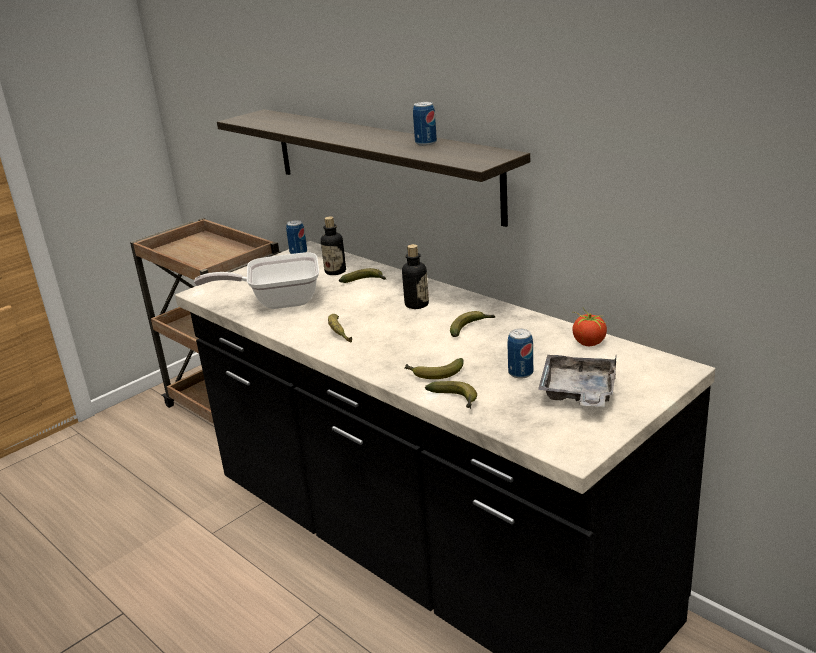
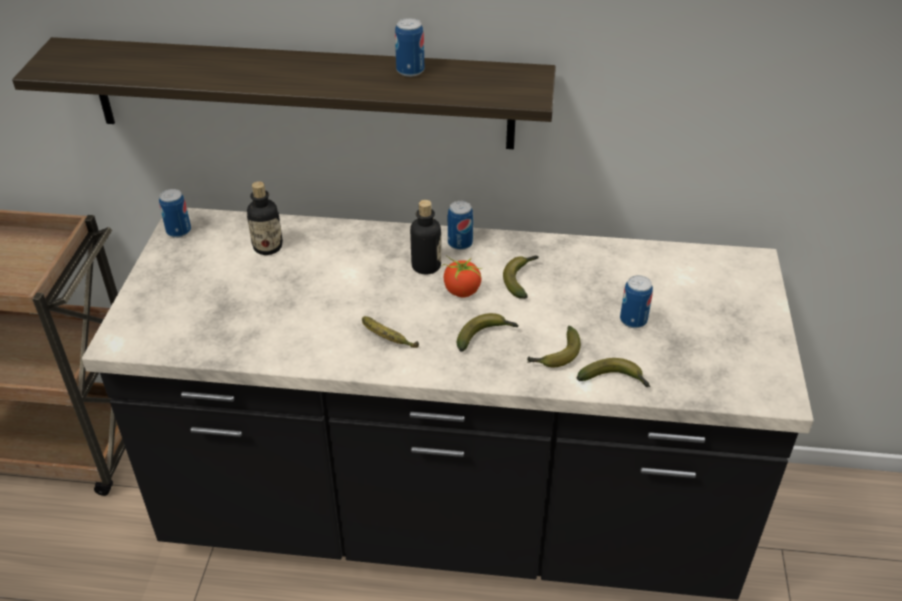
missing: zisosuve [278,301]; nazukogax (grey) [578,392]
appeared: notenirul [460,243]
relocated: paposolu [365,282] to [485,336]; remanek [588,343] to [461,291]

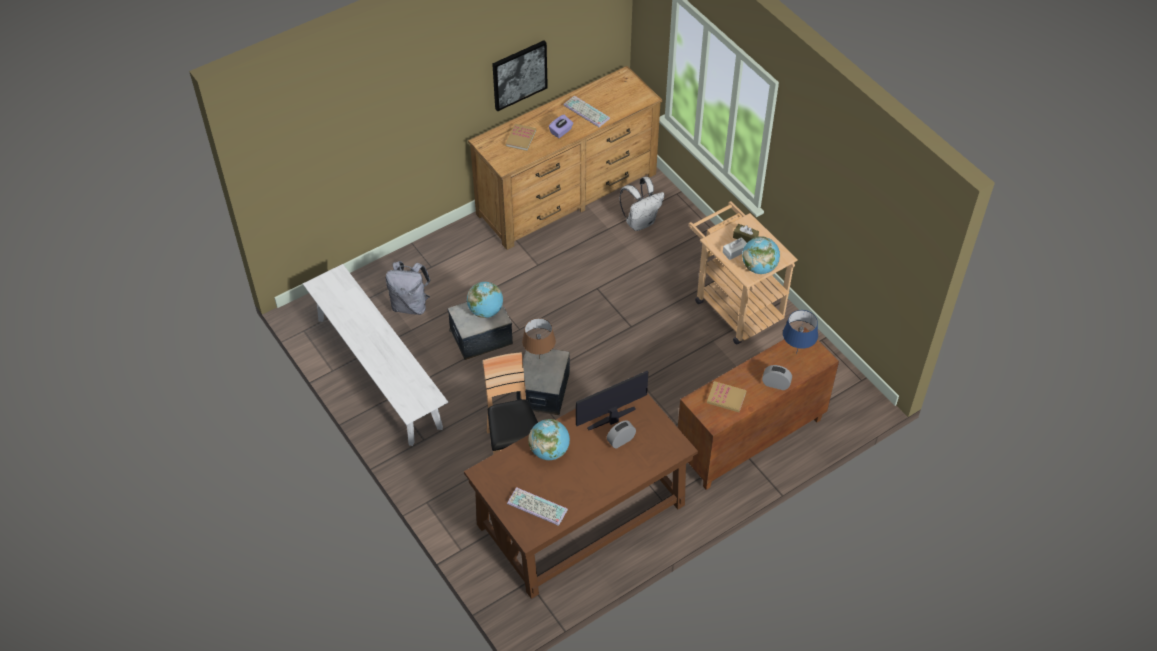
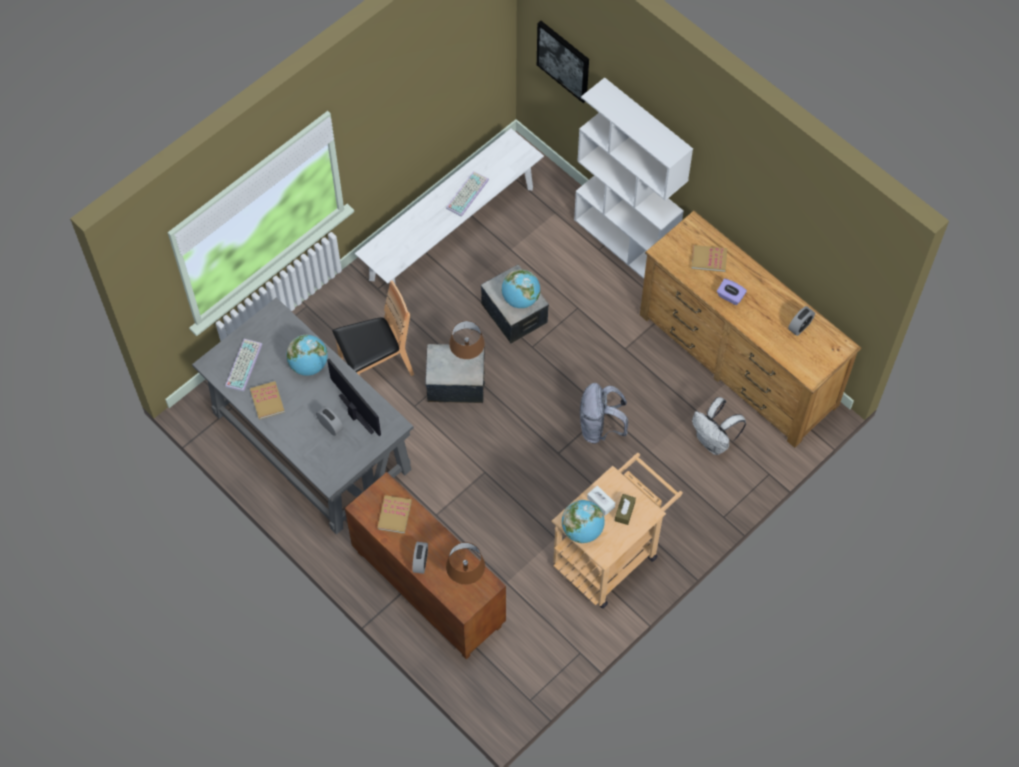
appeared: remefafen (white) [625,244]; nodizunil [800,326]; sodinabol [267,401]
relocated: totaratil [519,74] to [564,60]; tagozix [585,112] to [467,193]; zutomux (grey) [410,305] to [600,428]
colour: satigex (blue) [796,354] to satigex (brown) [465,579]; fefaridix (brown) [581,515] to fefaridix (grey) [311,441]

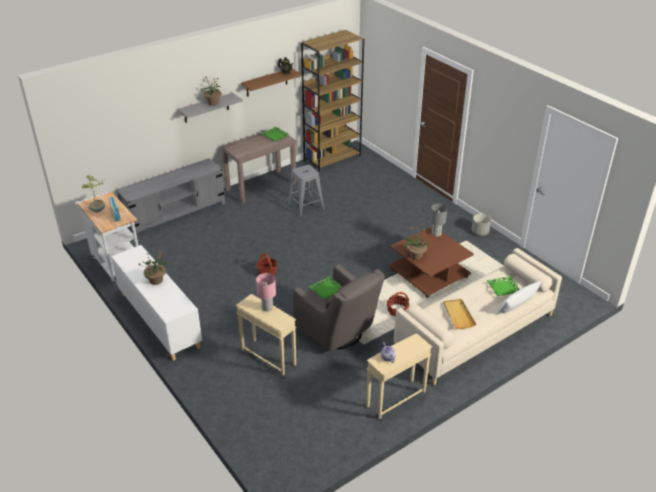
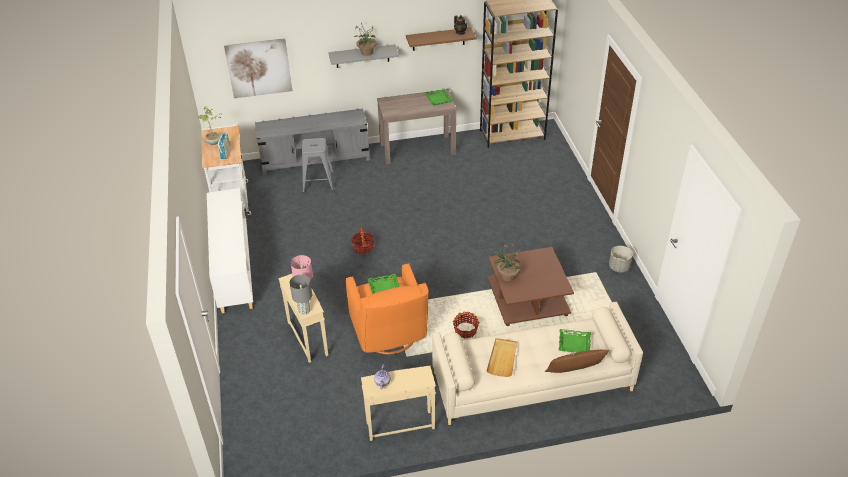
missing: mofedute [156,280]
appeared: totaratil [259,68]
relocated: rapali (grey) [306,206] to [318,182]; satigex (grey) [436,233] to [304,310]
colour: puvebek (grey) [338,333] to puvebek (orange) [389,335]; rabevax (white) [517,306] to rabevax (brown) [575,369]

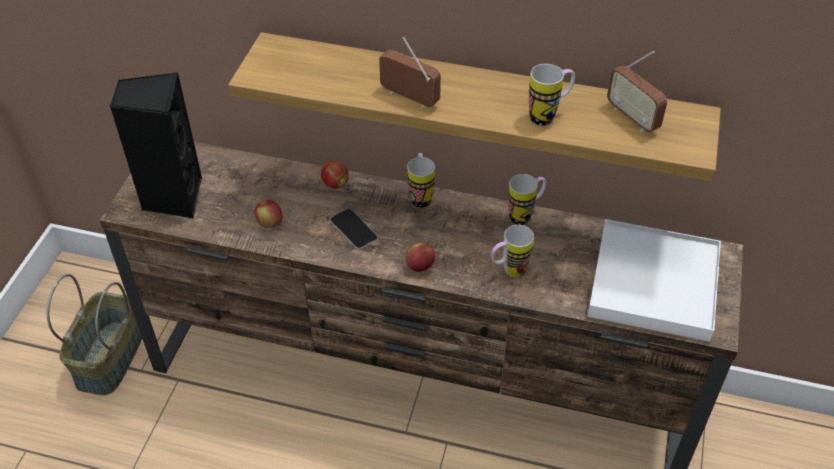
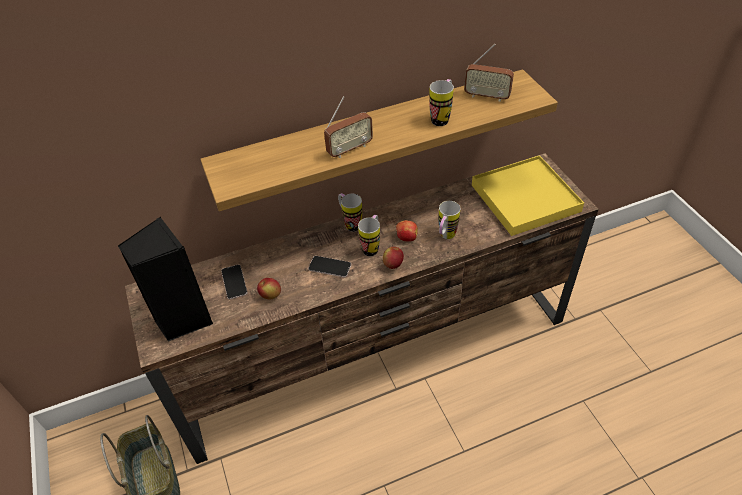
appeared: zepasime [234,282]
relocated: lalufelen [335,183] to [406,238]; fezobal [525,215] to [372,247]
colour: nazukogax (white) [654,284] to nazukogax (yellow) [525,198]
spun: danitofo [409,98] = [349,149] 150 degrees clockwise

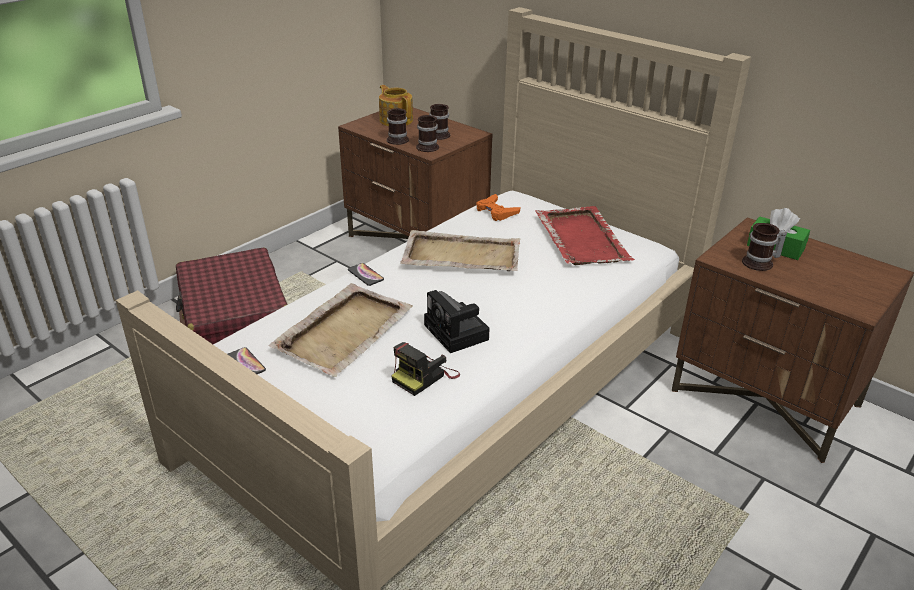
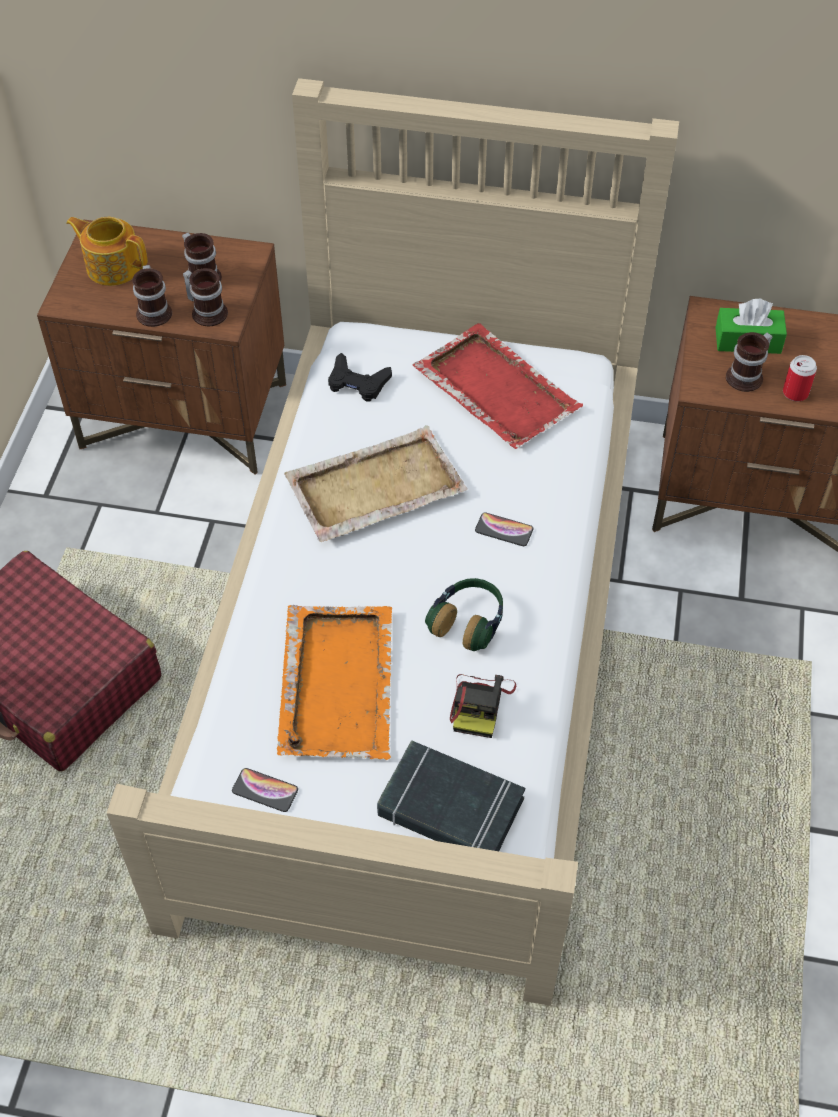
appeared: notenirul [795,393]; sodinabol (black) [450,808]
relocated: zepasime [365,275] to [504,530]
exchanged: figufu [458,334] to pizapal [468,622]
colour: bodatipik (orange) [496,211] to bodatipik (black) [357,383]; nazukogax (beige) [345,331] to nazukogax (orange) [337,682]

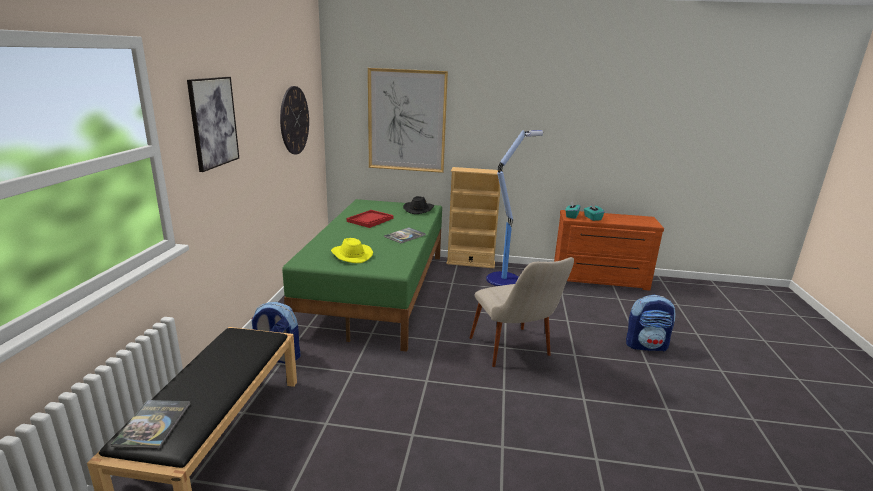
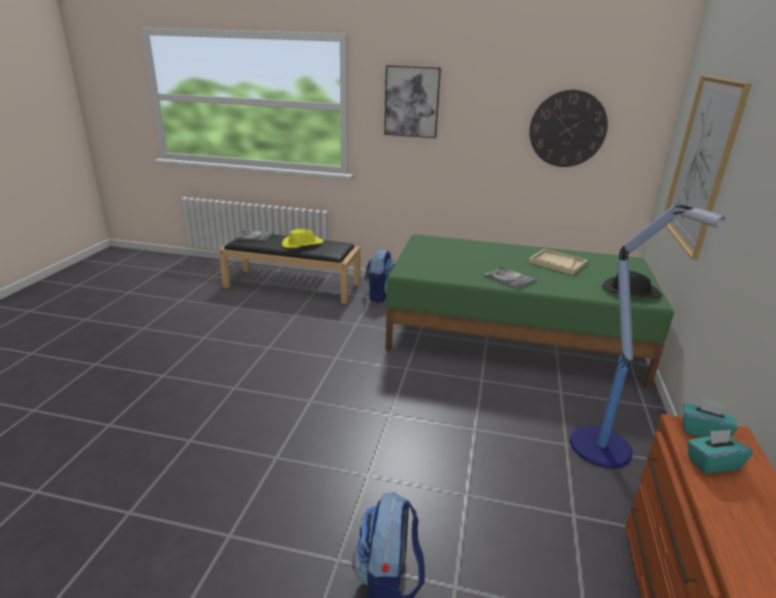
missing: remefafen (beige) [470,263]; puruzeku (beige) [515,353]
relocated: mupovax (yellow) [351,255] to [302,244]
colour: nazukogax (red) [370,220] to nazukogax (beige) [557,263]

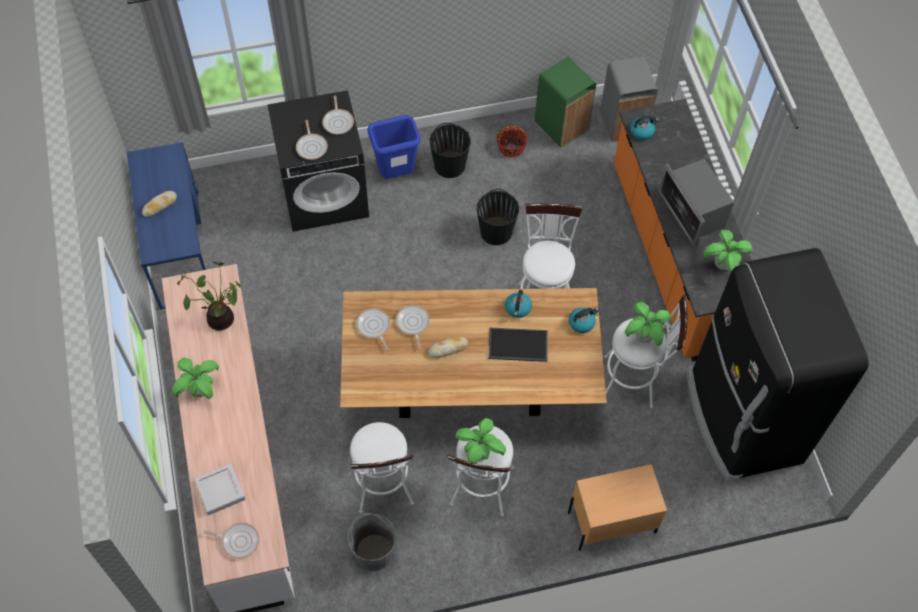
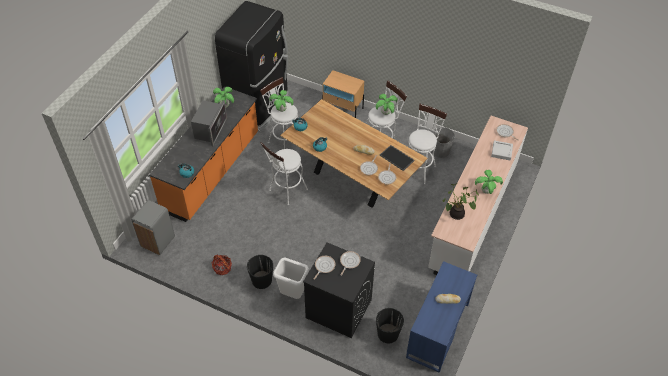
missing: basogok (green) [561,126]
relocated: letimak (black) [496,231] to [387,334]; nazukogax [517,345] to [397,158]
colour: basogok (blue) [396,174] to basogok (white) [292,294]

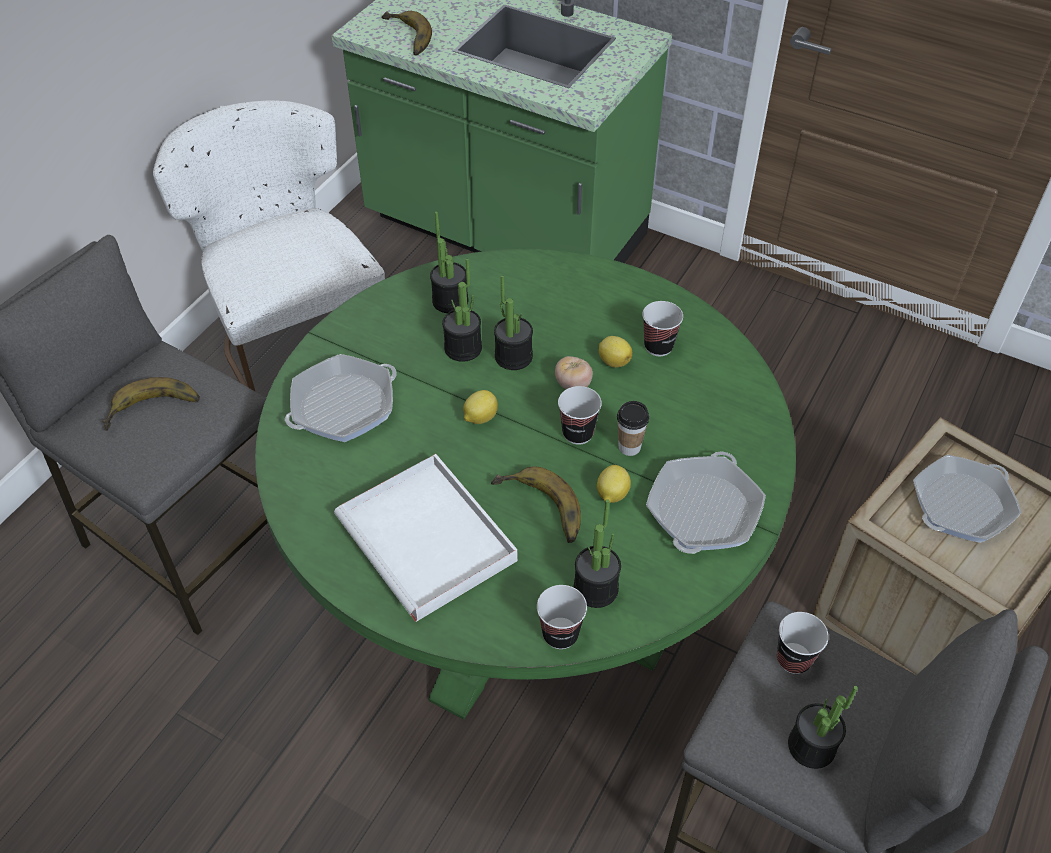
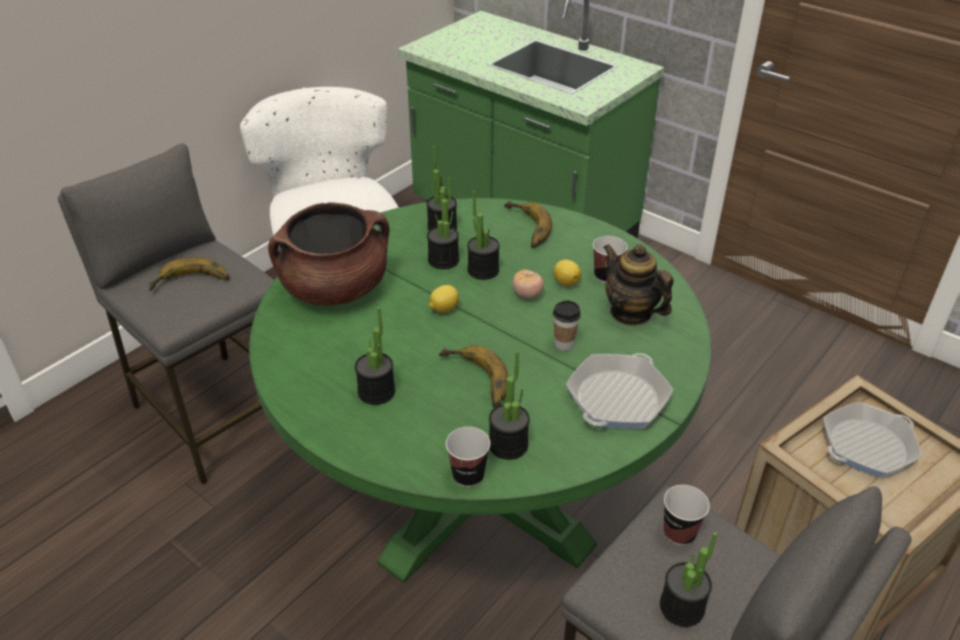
missing: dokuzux [578,433]; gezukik [611,494]
appeared: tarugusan [631,313]
relocated: paposolu [405,38] to [524,228]
exchanged: zisosuve [343,405] to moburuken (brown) [335,288]; nazukogax (white) [429,541] to mofedute [376,392]

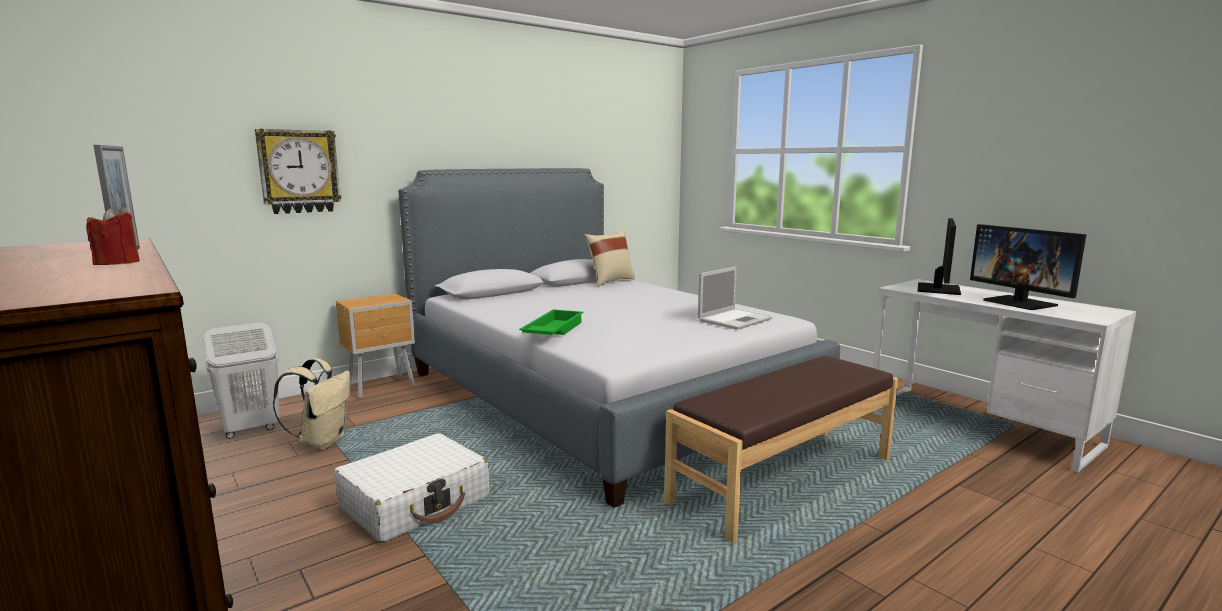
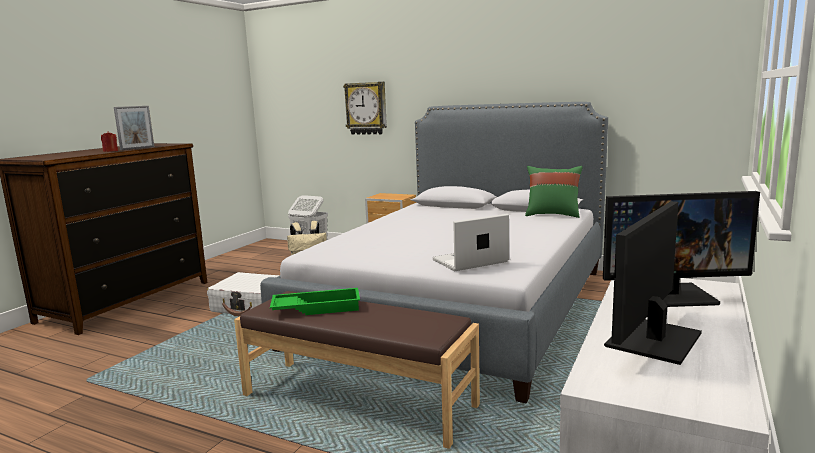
relocated: nazukogax (green) [552,330] to [317,307]
colour: rabevax (beige) [610,281] to rabevax (green) [552,215]
spun: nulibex [735,319] = [469,261] 135 degrees clockwise

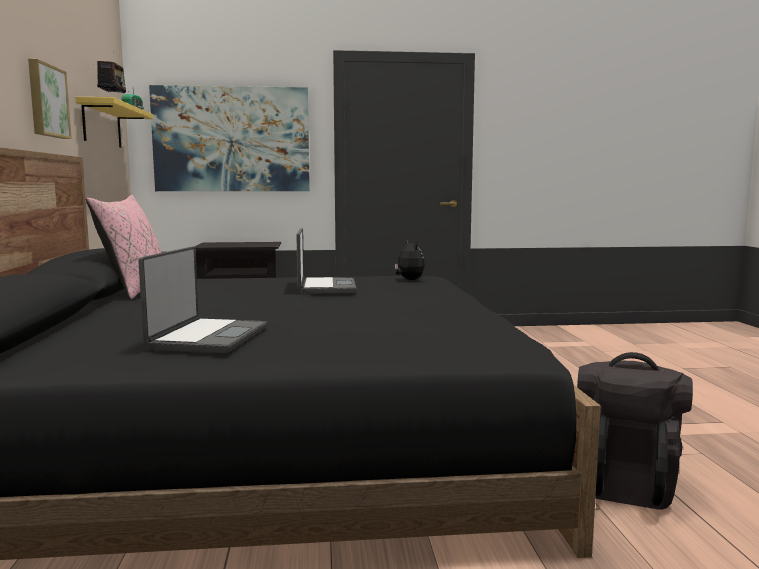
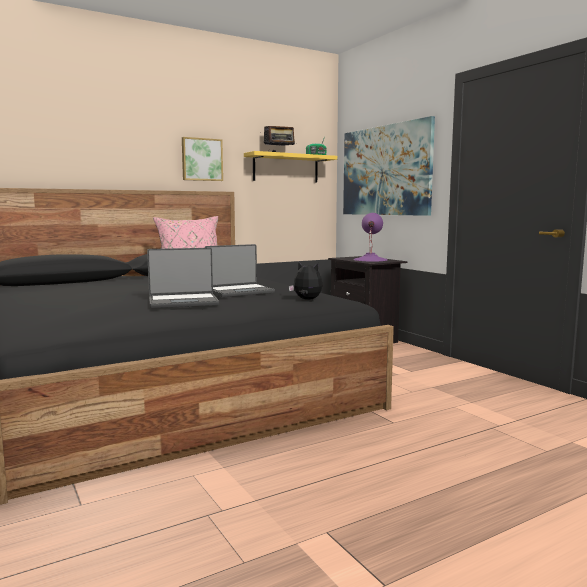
missing: zutomux (black) [626,482]
appeared: satigex (purple) [370,259]
relocated: nulibex [207,337] to [183,302]
spun: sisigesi [409,280] = [307,300] 105 degrees counterclockwise

